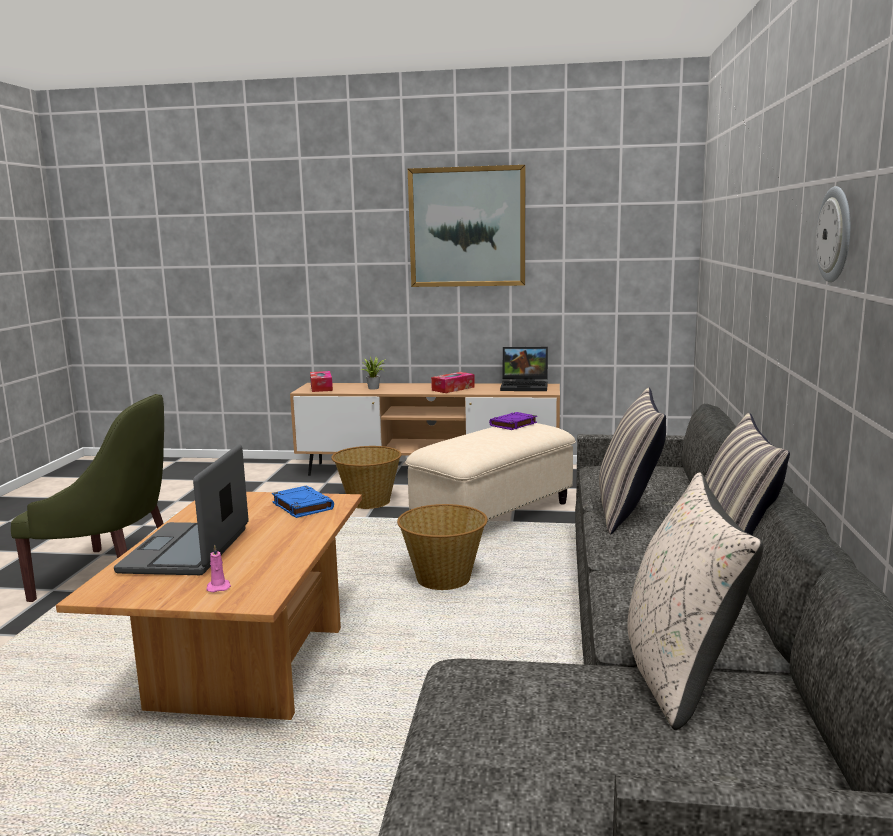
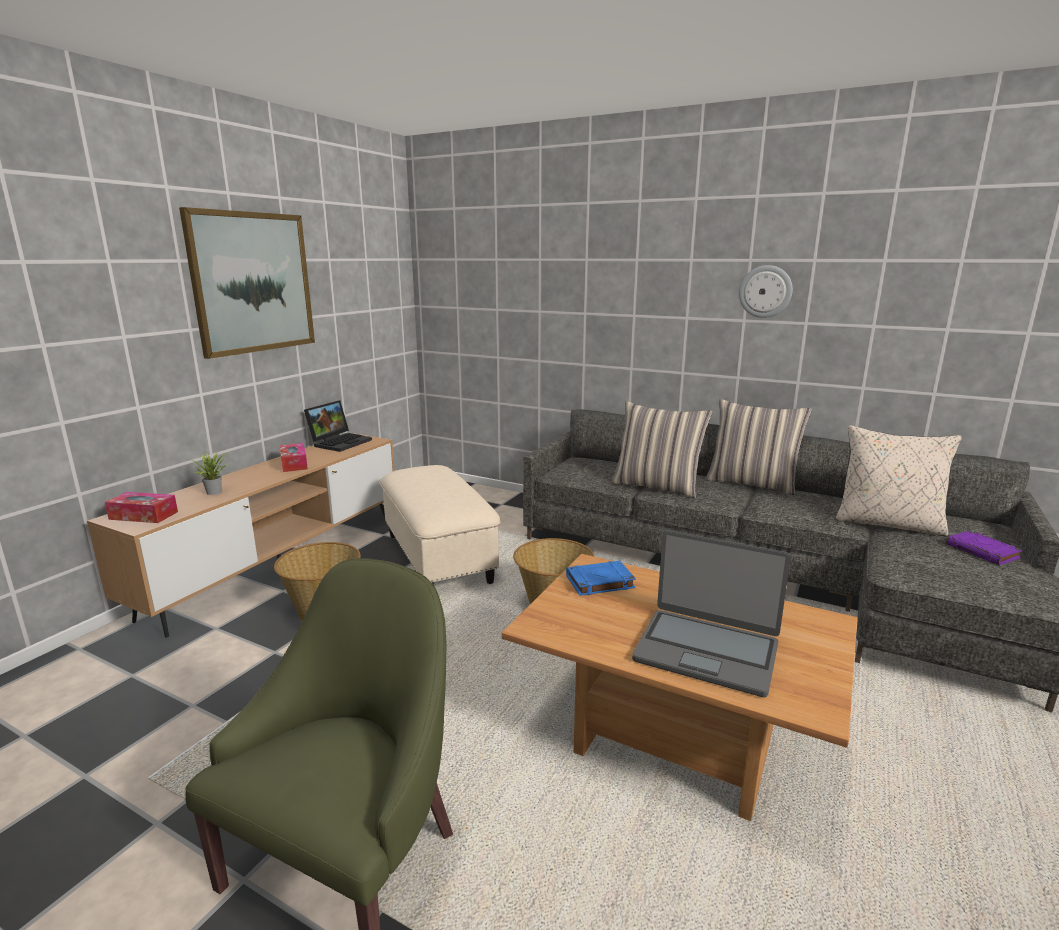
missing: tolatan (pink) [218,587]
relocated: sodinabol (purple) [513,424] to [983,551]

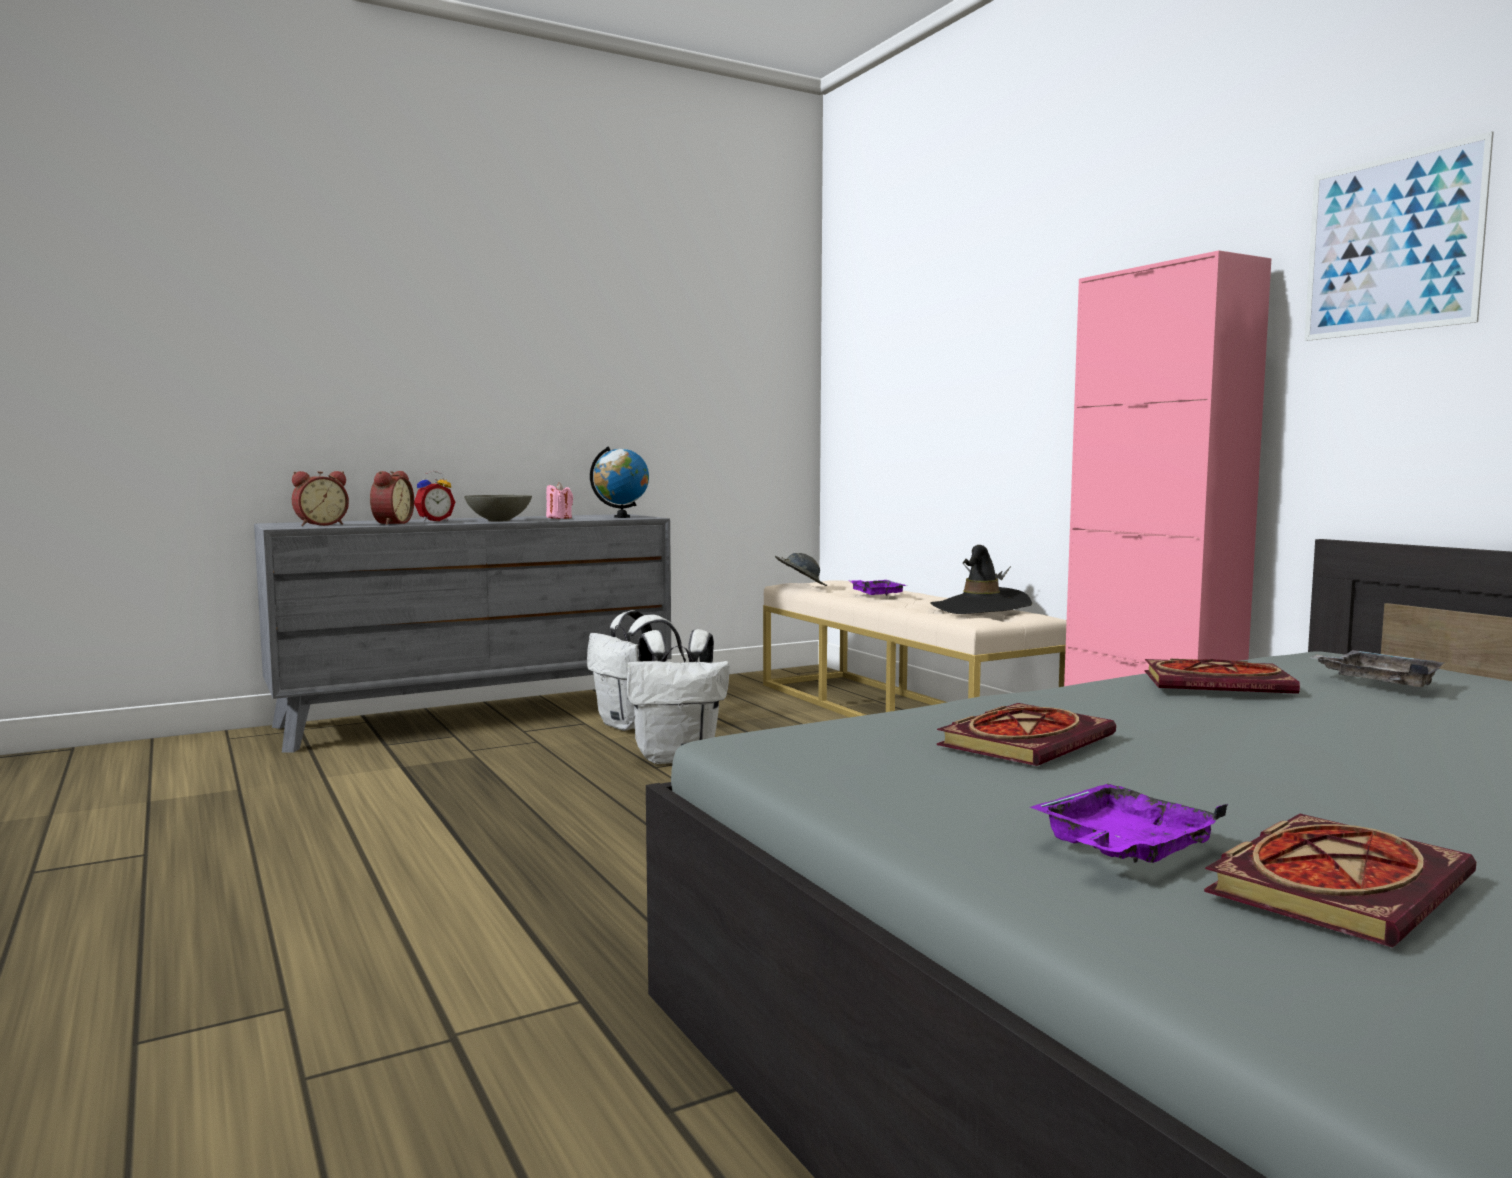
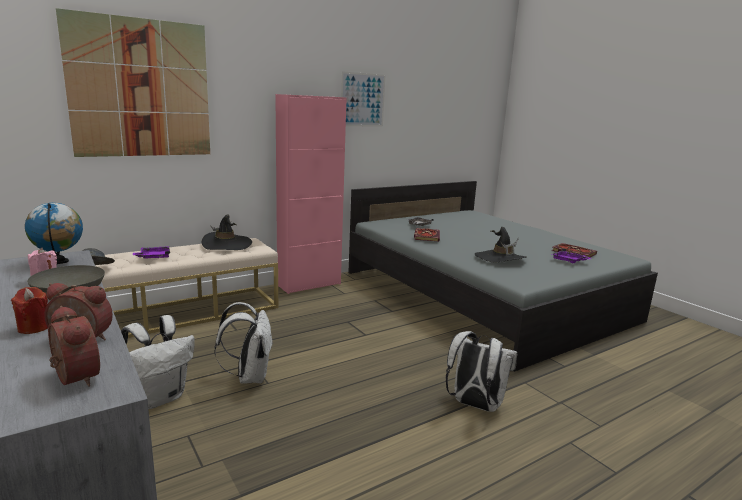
appeared: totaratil [141,89]; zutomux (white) [474,405]
exchanged: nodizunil [433,521] to tolatan (red) [34,327]; sodinabol [1025,740] to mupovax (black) [500,259]

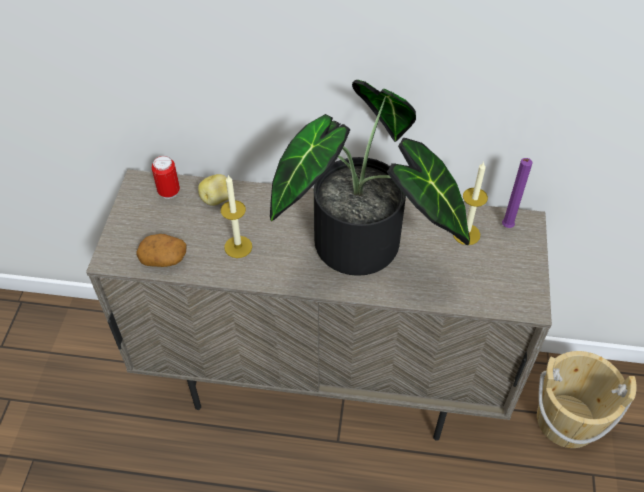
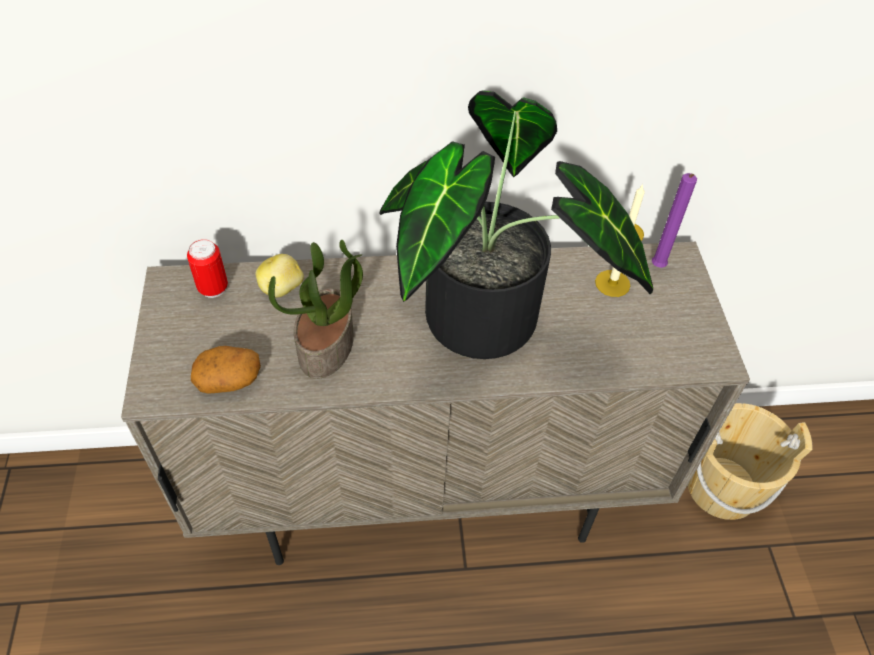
exchanged: tolatan [238,247] to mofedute [327,346]

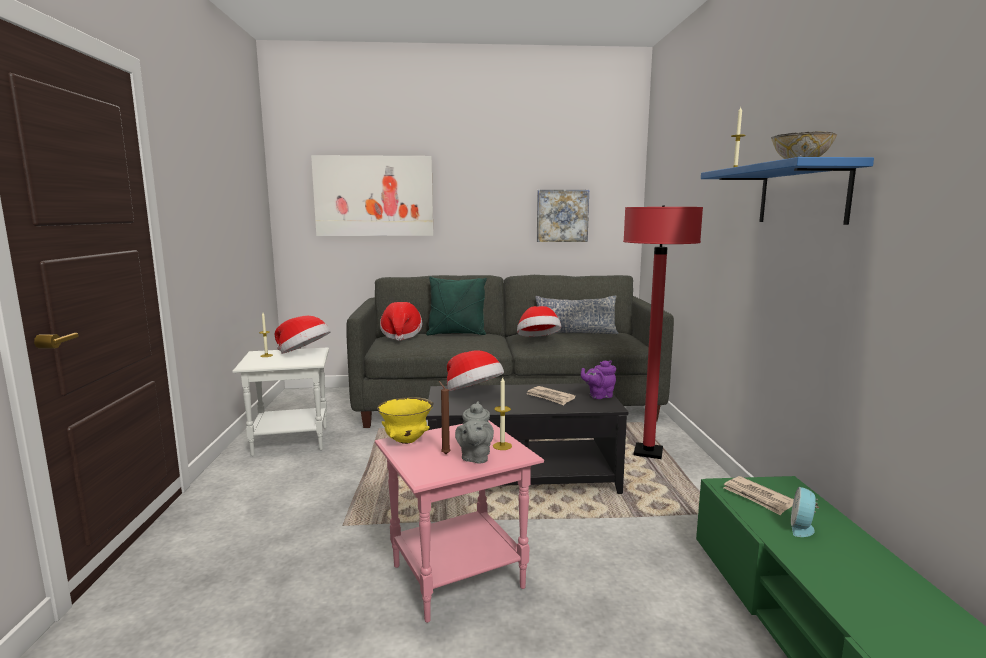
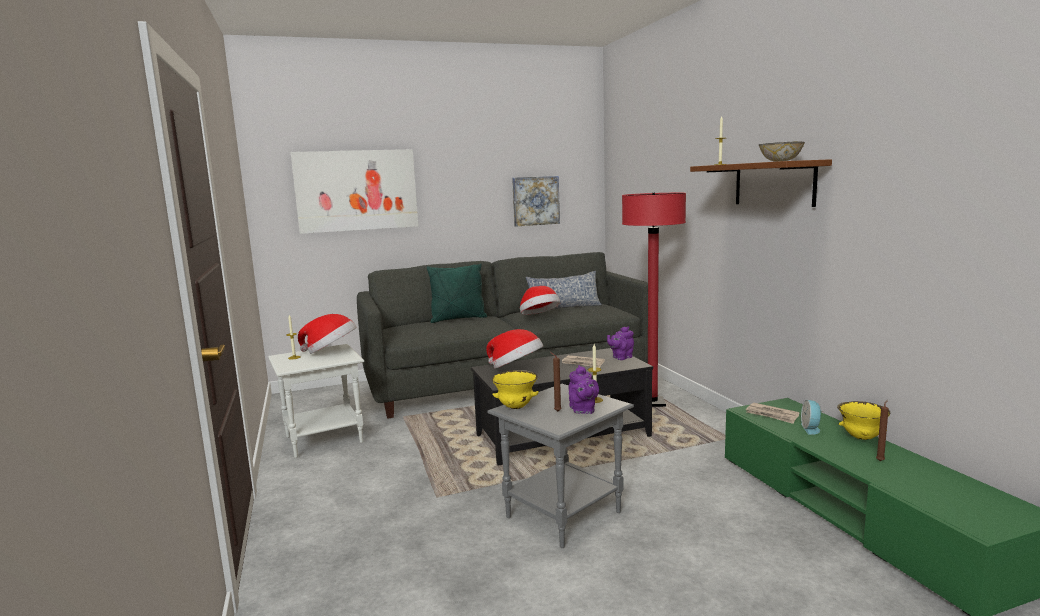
missing: mupovax [401,336]
appeared: tolatan (brown) [880,460]; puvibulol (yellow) [861,438]
colour: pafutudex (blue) [802,195] to pafutudex (brown) [774,184]; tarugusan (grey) [475,457] to tarugusan (purple) [582,410]; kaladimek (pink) [459,576] to kaladimek (grey) [564,514]

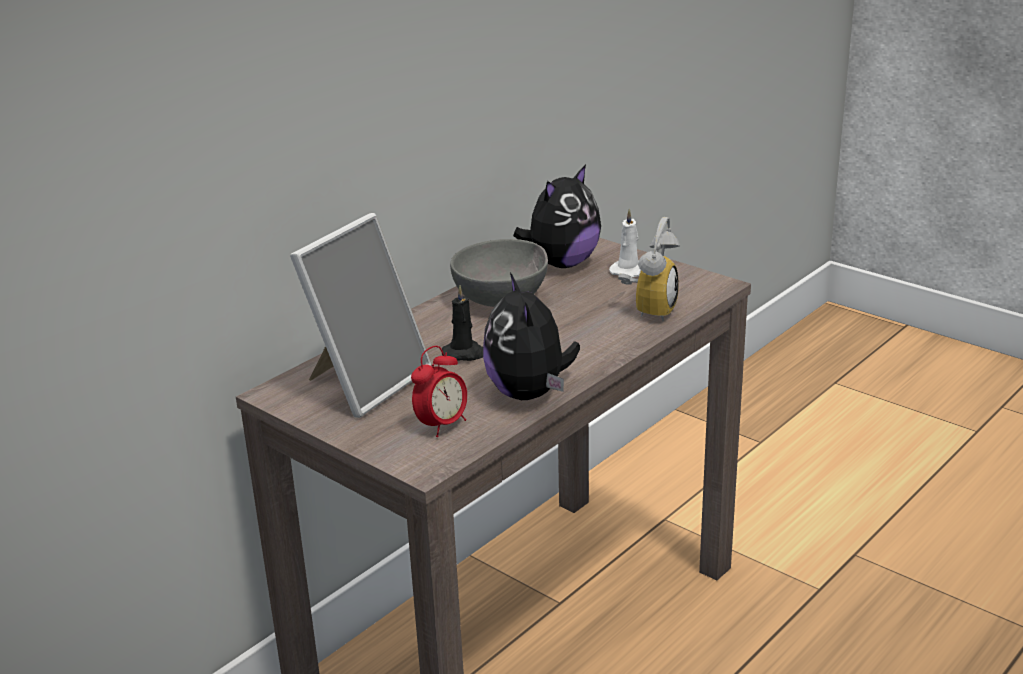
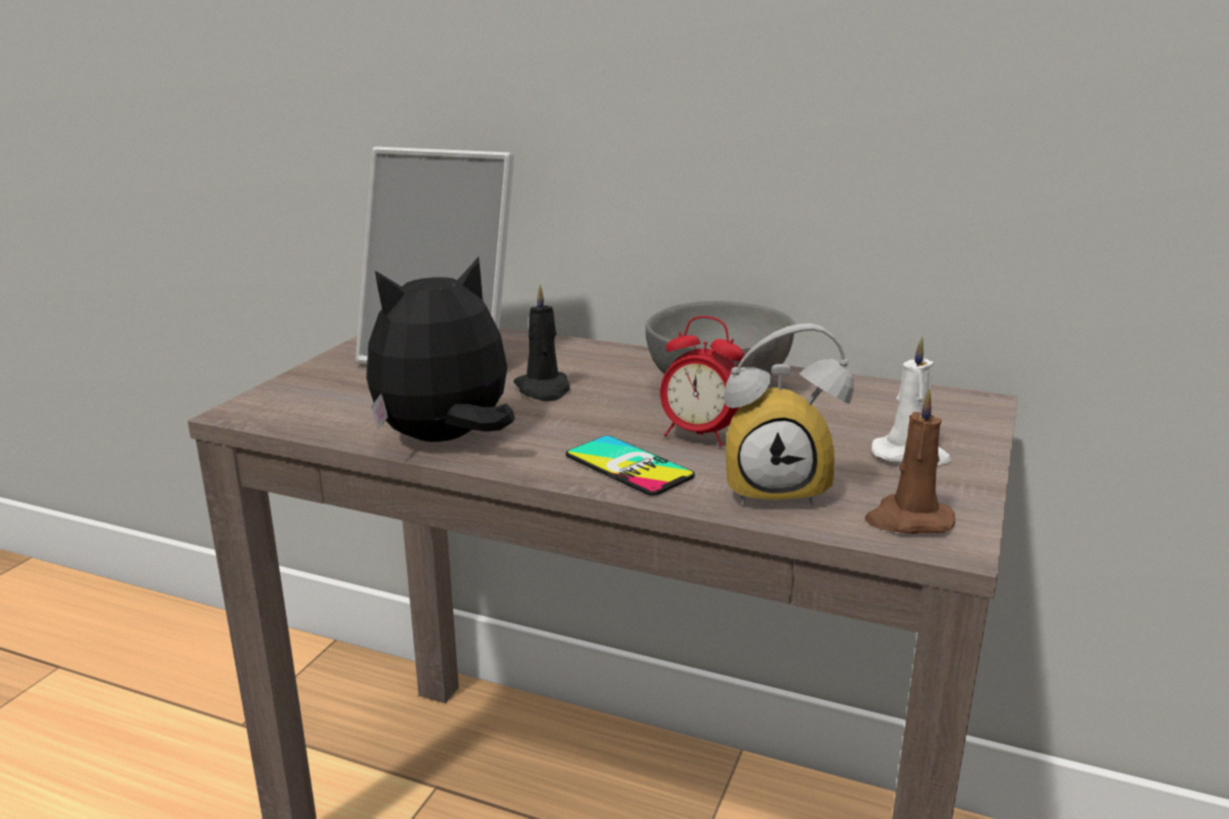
missing: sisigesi [562,263]
appeared: tolatan (brown) [908,520]; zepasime [628,466]
relocated: nodizunil [442,425] to [698,435]

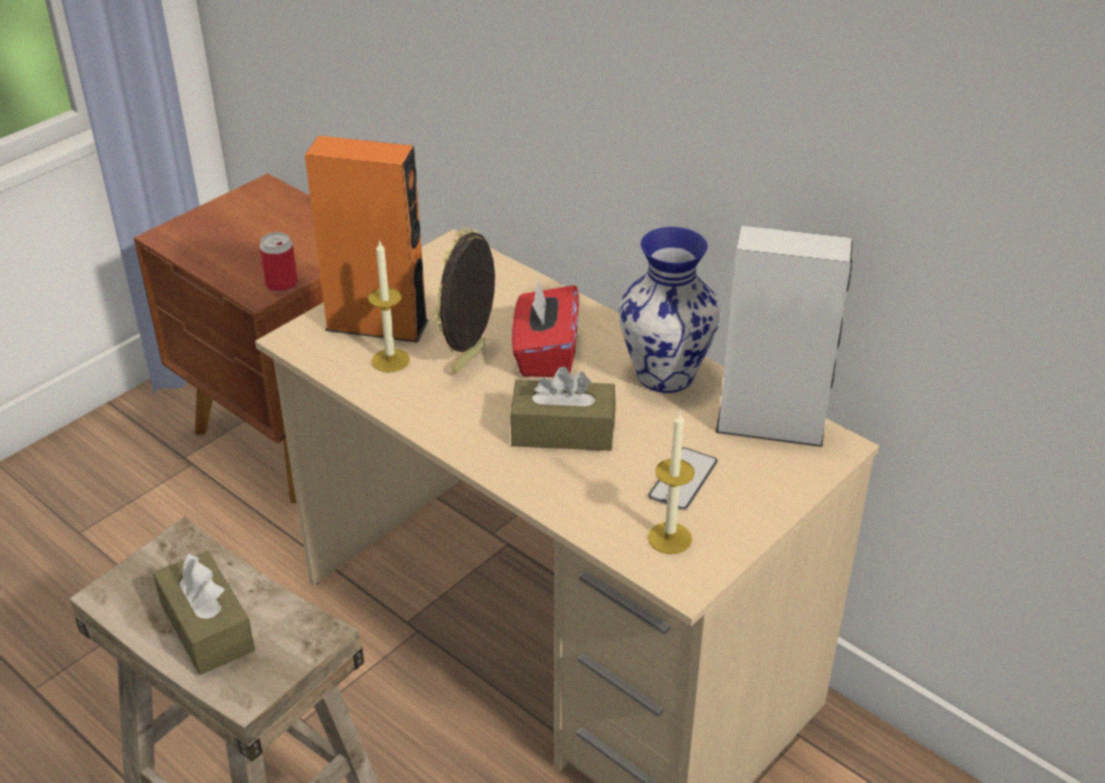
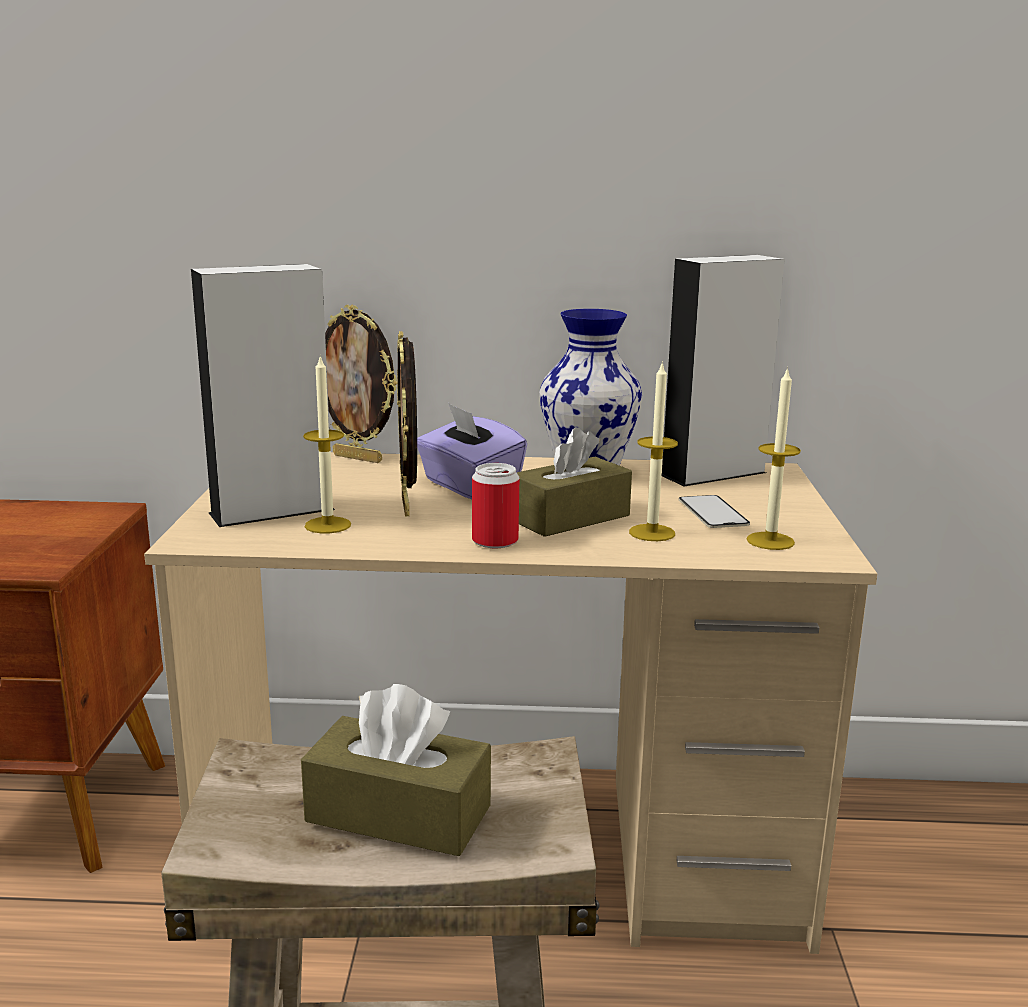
appeared: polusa [359,458]; tolatan [652,533]
relocated: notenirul [281,284] to [495,541]
colour: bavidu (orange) [377,325] to bavidu (grey) [272,511]; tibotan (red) [545,354] to tibotan (purple) [469,487]

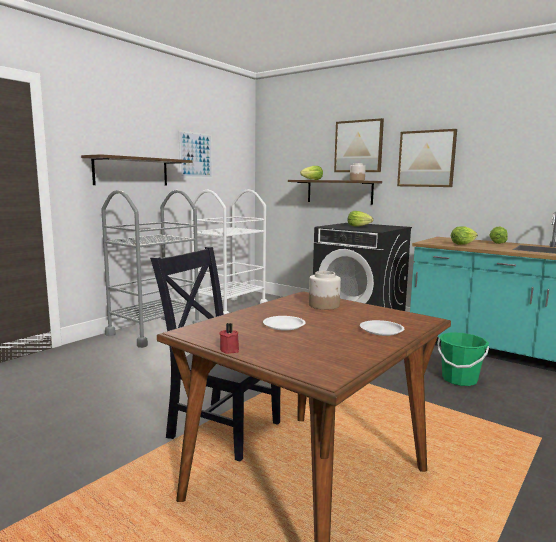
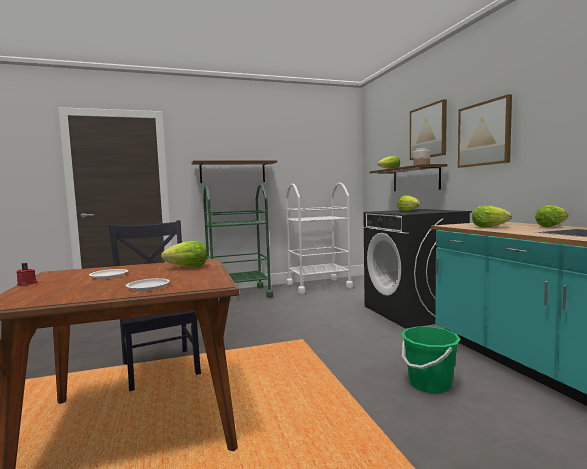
missing: totaratil [196,155]
exchanged: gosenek [324,305] to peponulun [188,267]
colour: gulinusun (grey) [154,331] to gulinusun (green) [239,295]

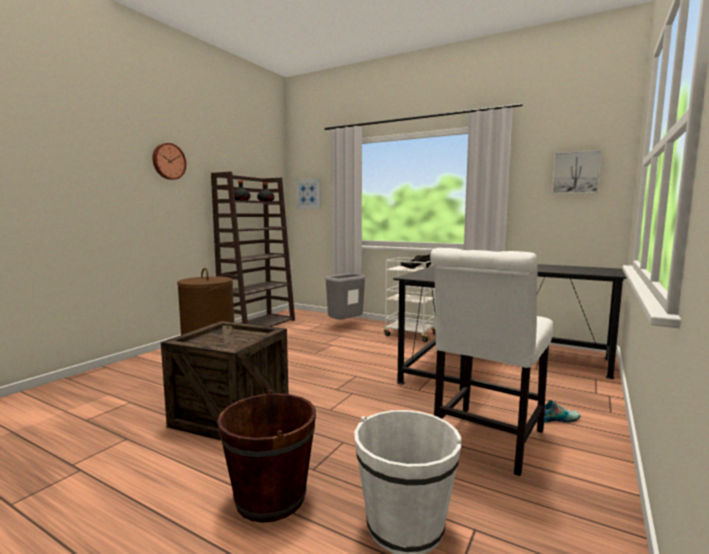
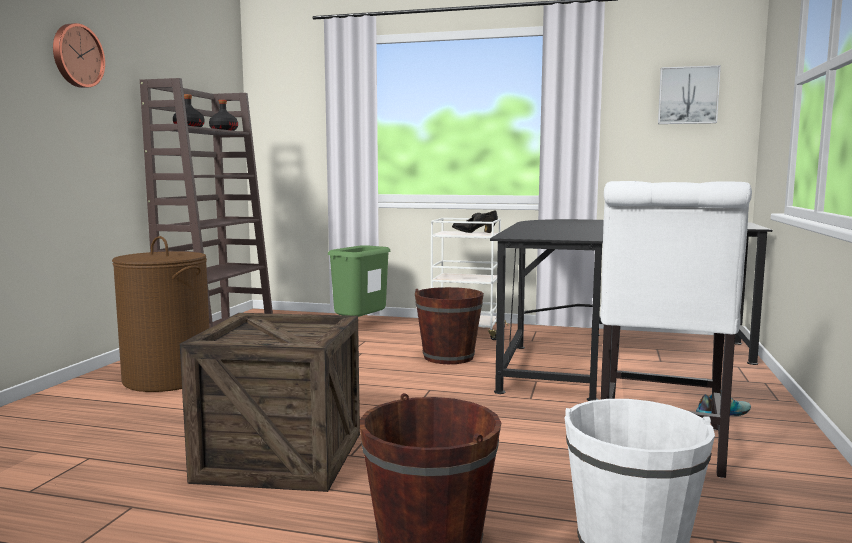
missing: totaratil [308,193]
appeared: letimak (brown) [448,357]
colour: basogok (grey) [345,325] to basogok (green) [360,326]

